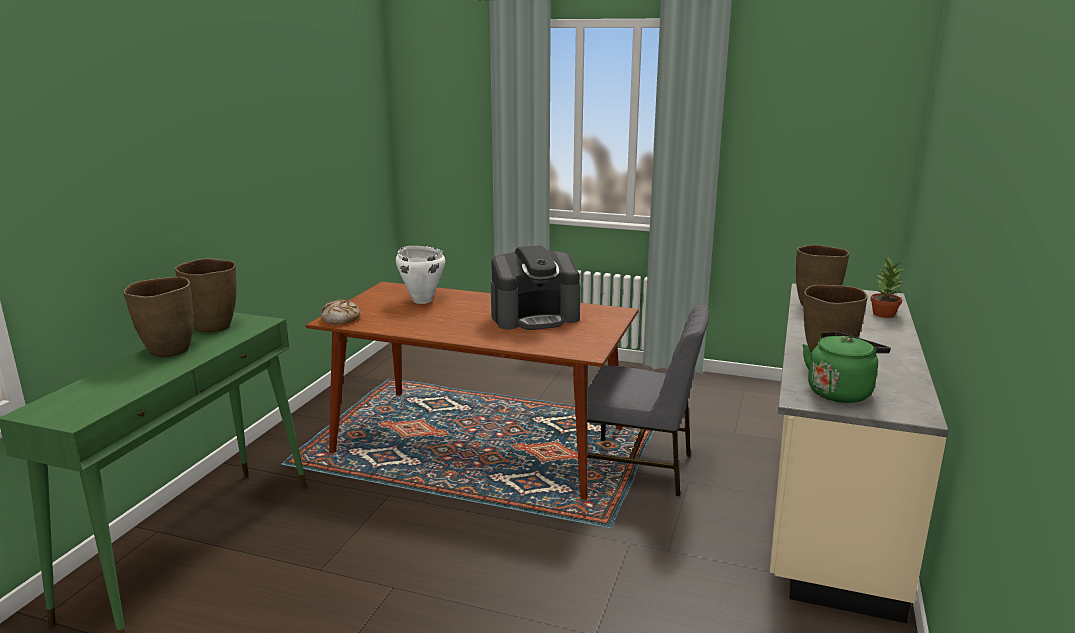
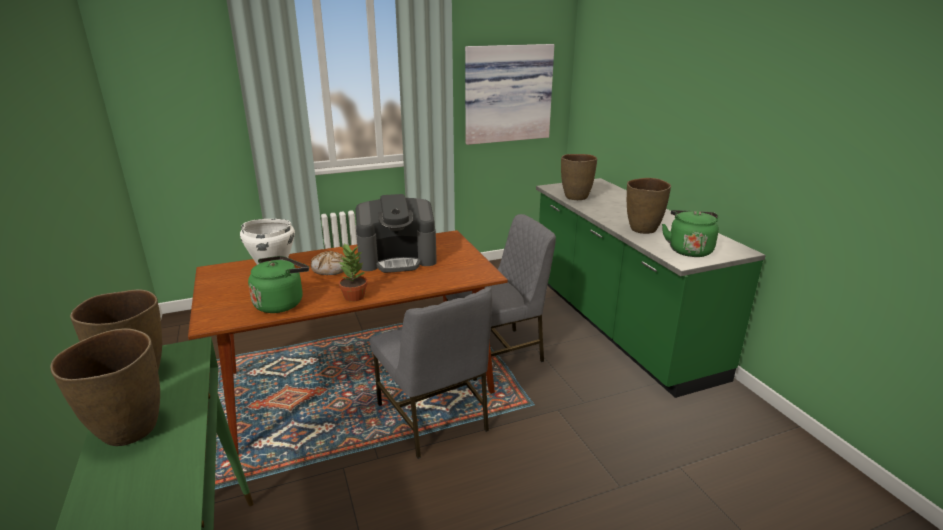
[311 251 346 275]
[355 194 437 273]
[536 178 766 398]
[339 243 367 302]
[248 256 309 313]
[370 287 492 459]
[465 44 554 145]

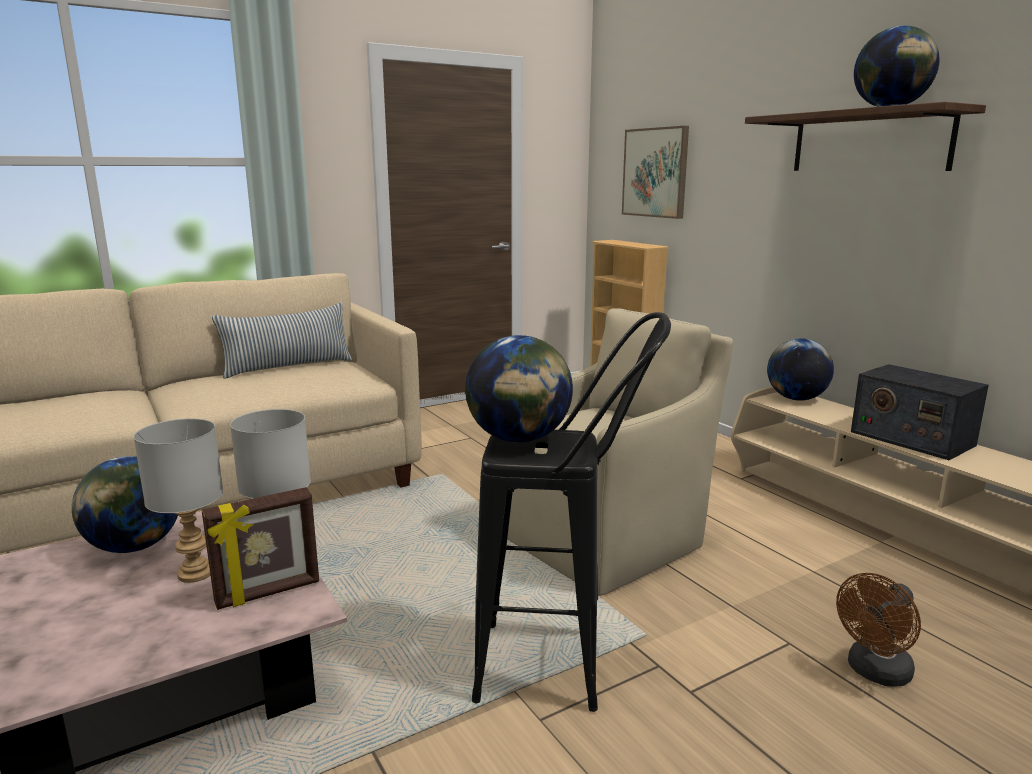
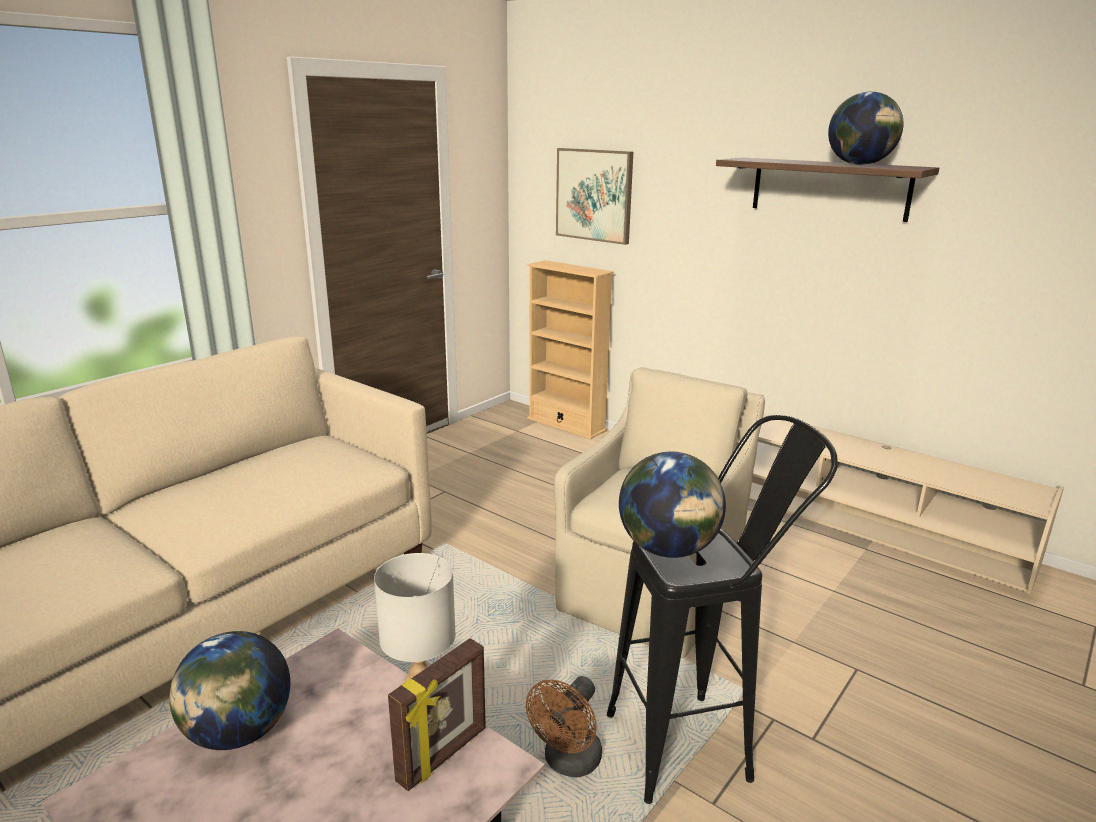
[134 418 223 583] (first image)
[212 303 352 379] (first image)
[767 338 834 401] (first image)
[526 676 602 778]
[851 364 989 460] (first image)

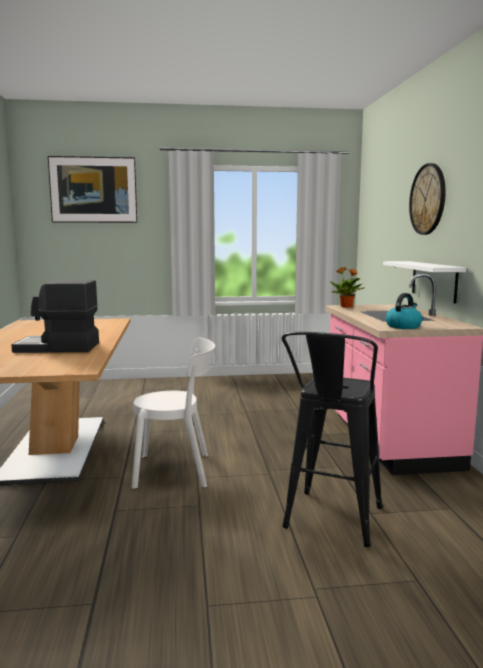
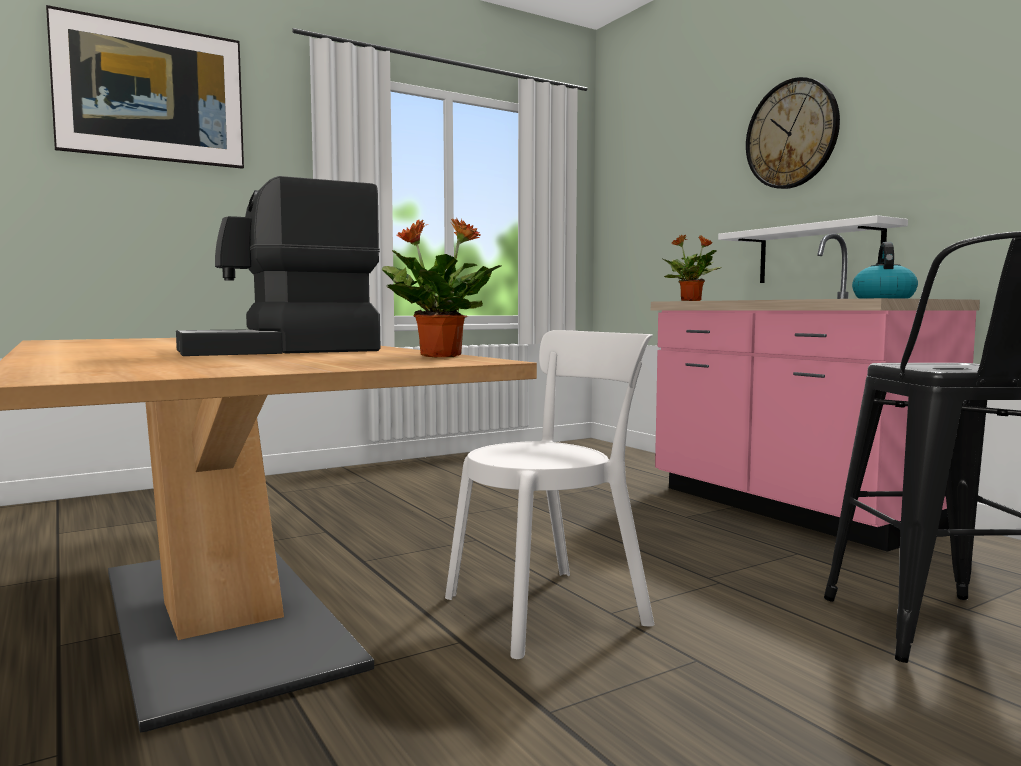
[381 217 501 357]

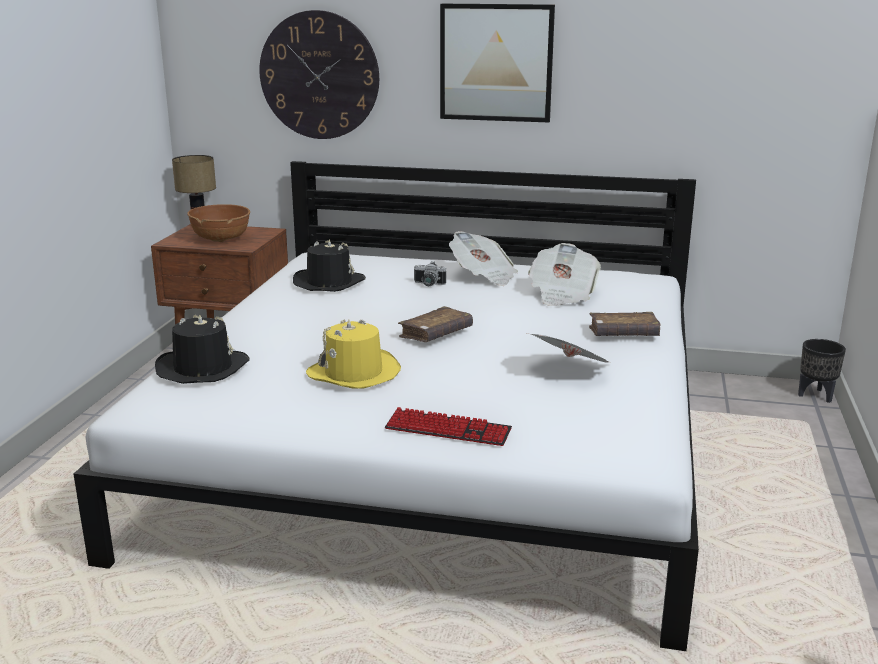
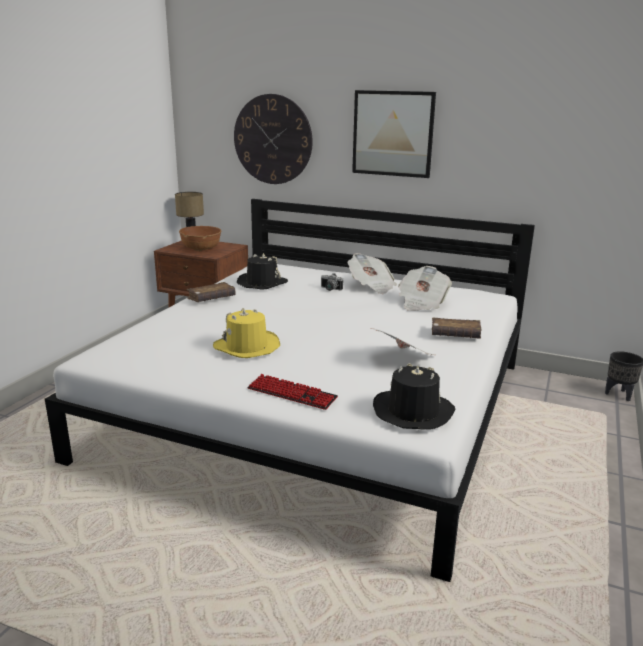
[373 364 455 430]
[186 282 236 302]

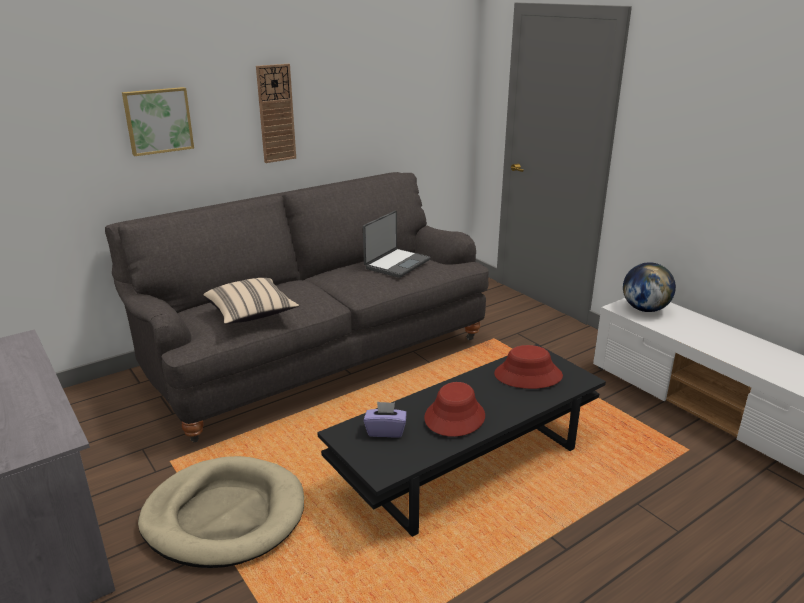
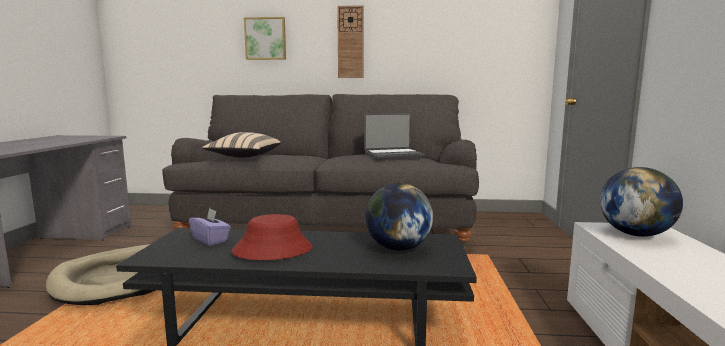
[365 183 433 251]

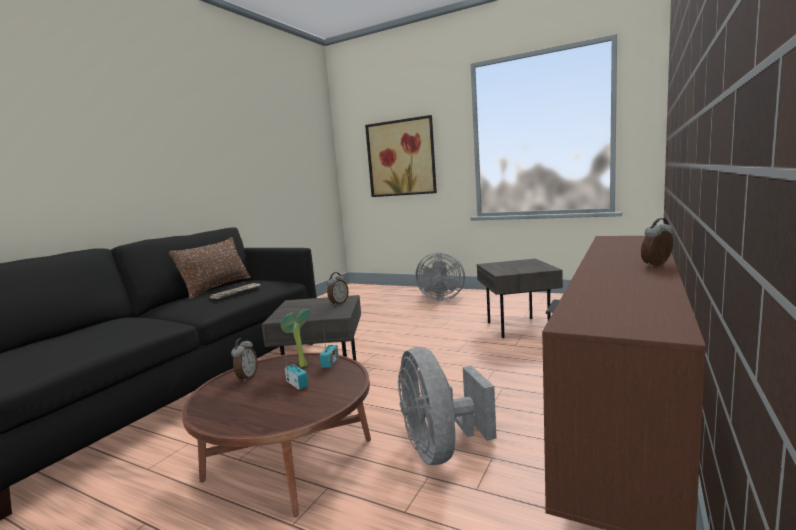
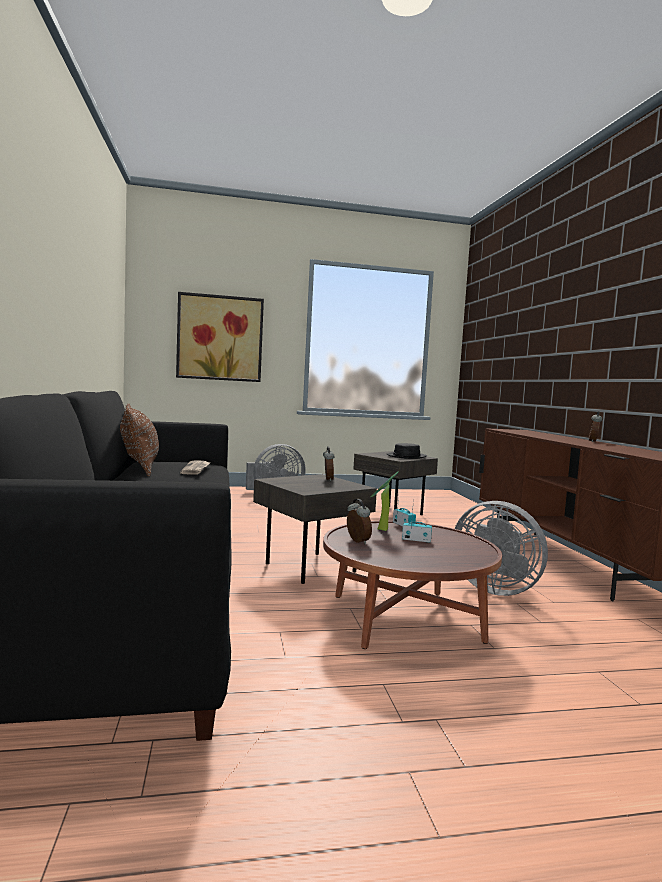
[387 443 427 459]

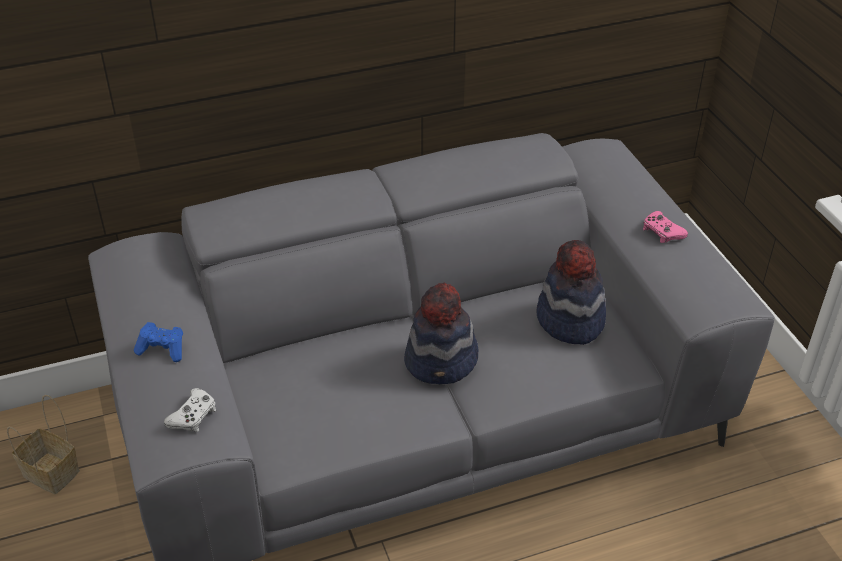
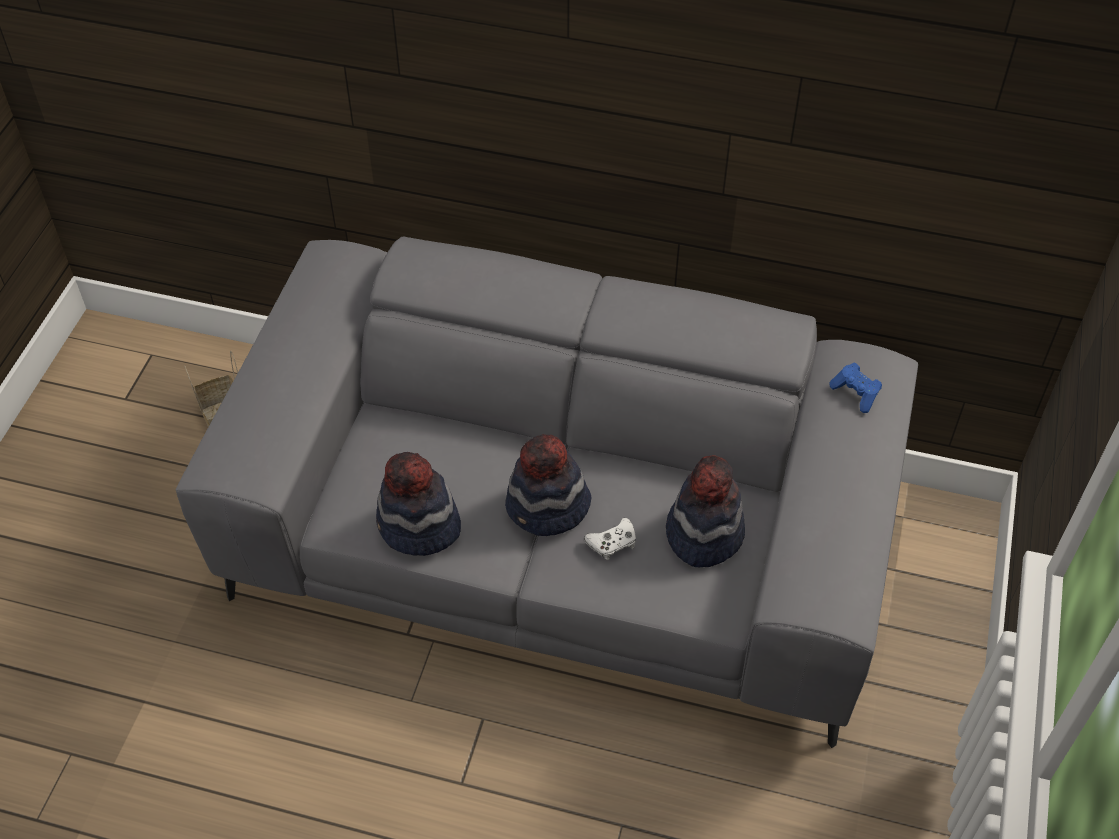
[829 363 882 413]
[584 518 636 560]
[643 211 688 243] (first image)
[376 452 461 556]

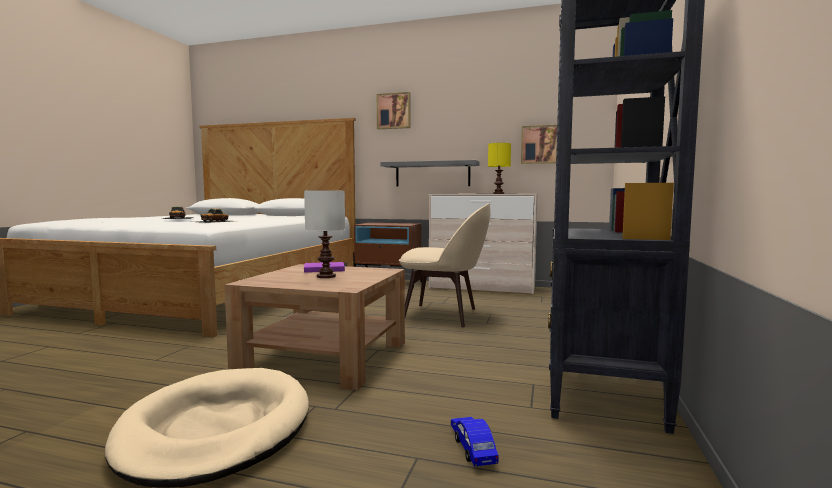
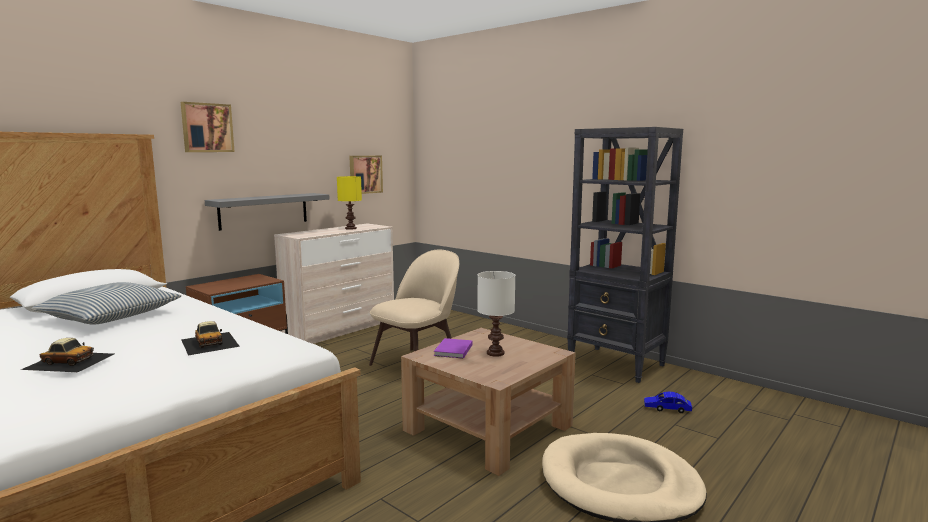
[31 282 181 325]

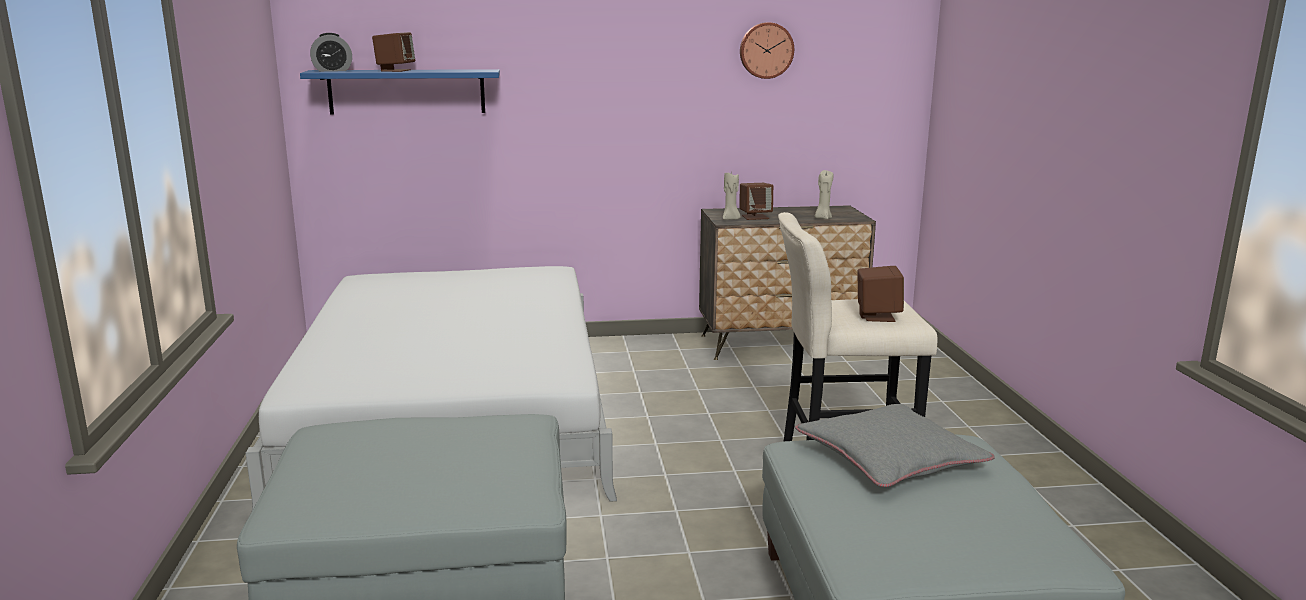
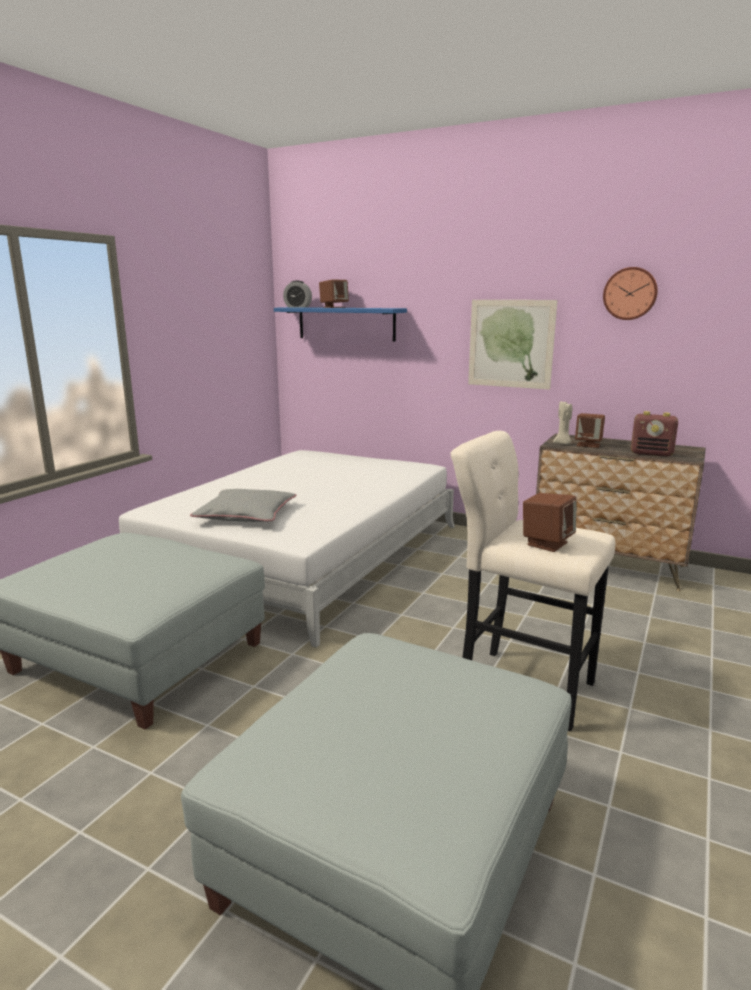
[190 489 296 522]
[631 411 678 457]
[468 300 558 390]

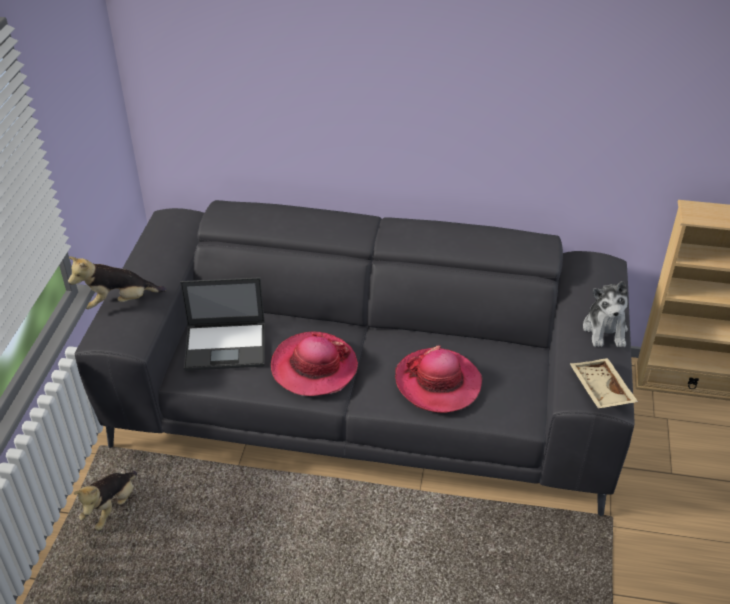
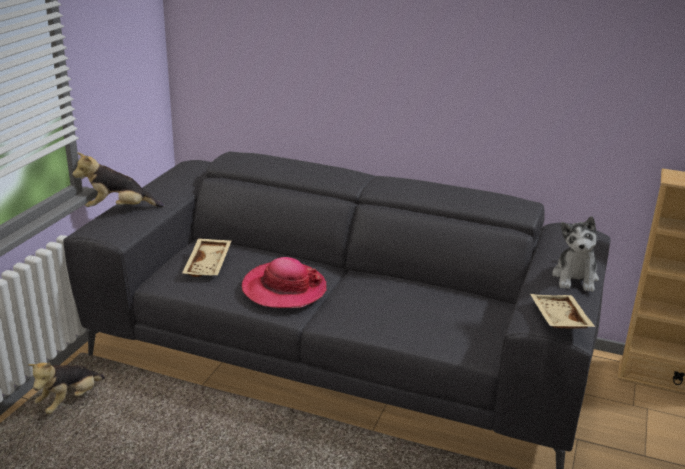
[182 239 231 277]
[395 345 482 413] (first image)

